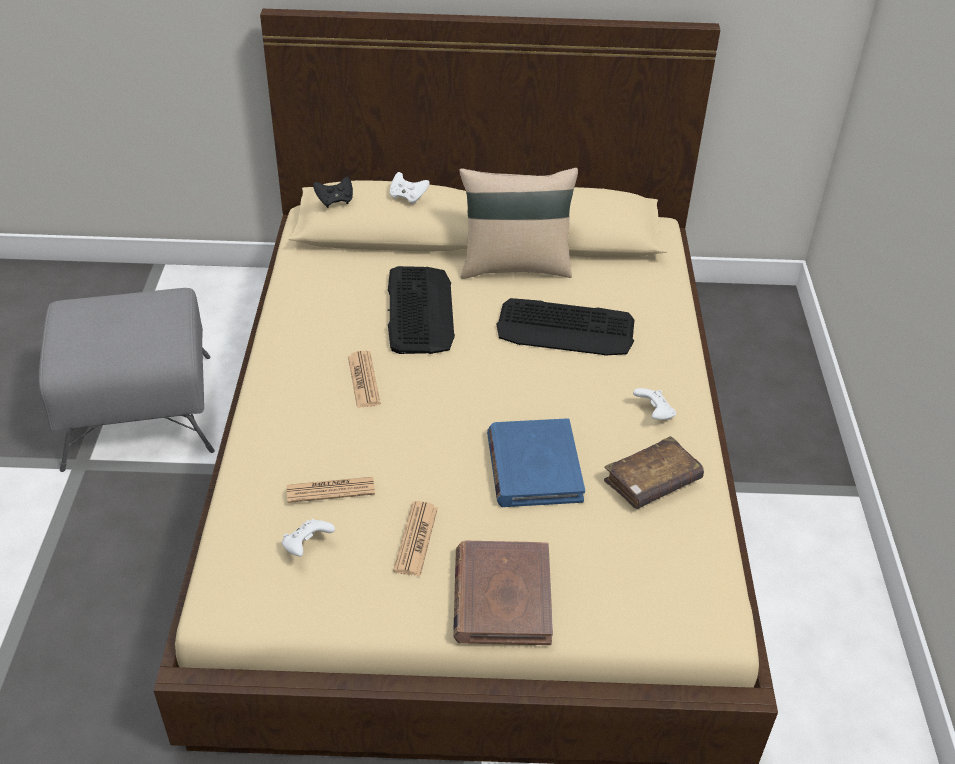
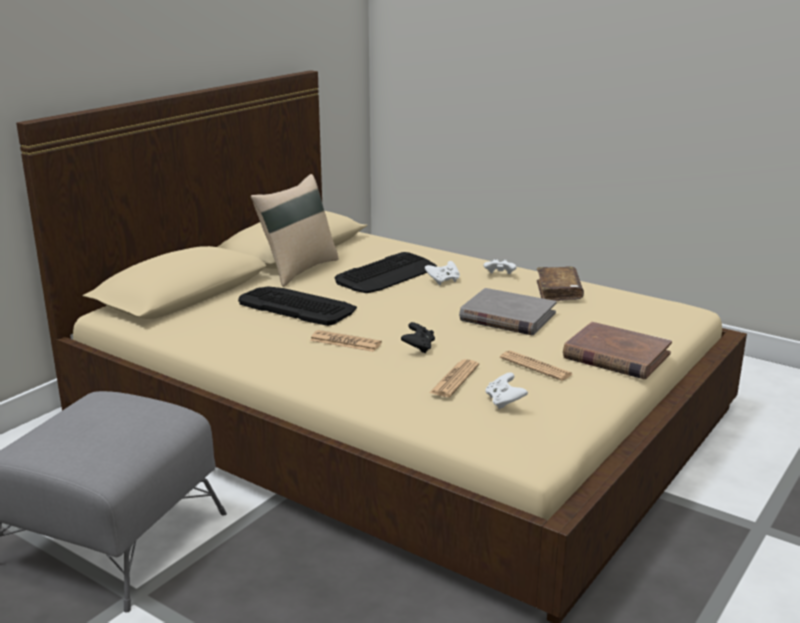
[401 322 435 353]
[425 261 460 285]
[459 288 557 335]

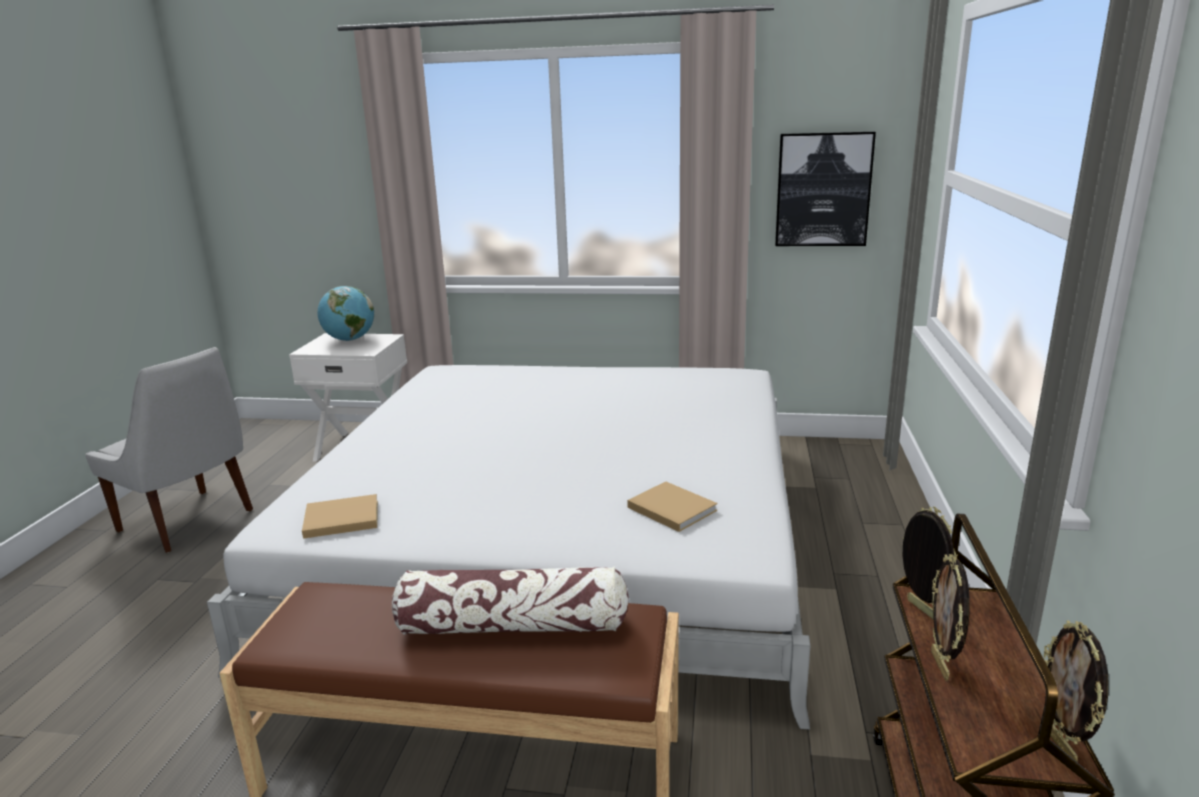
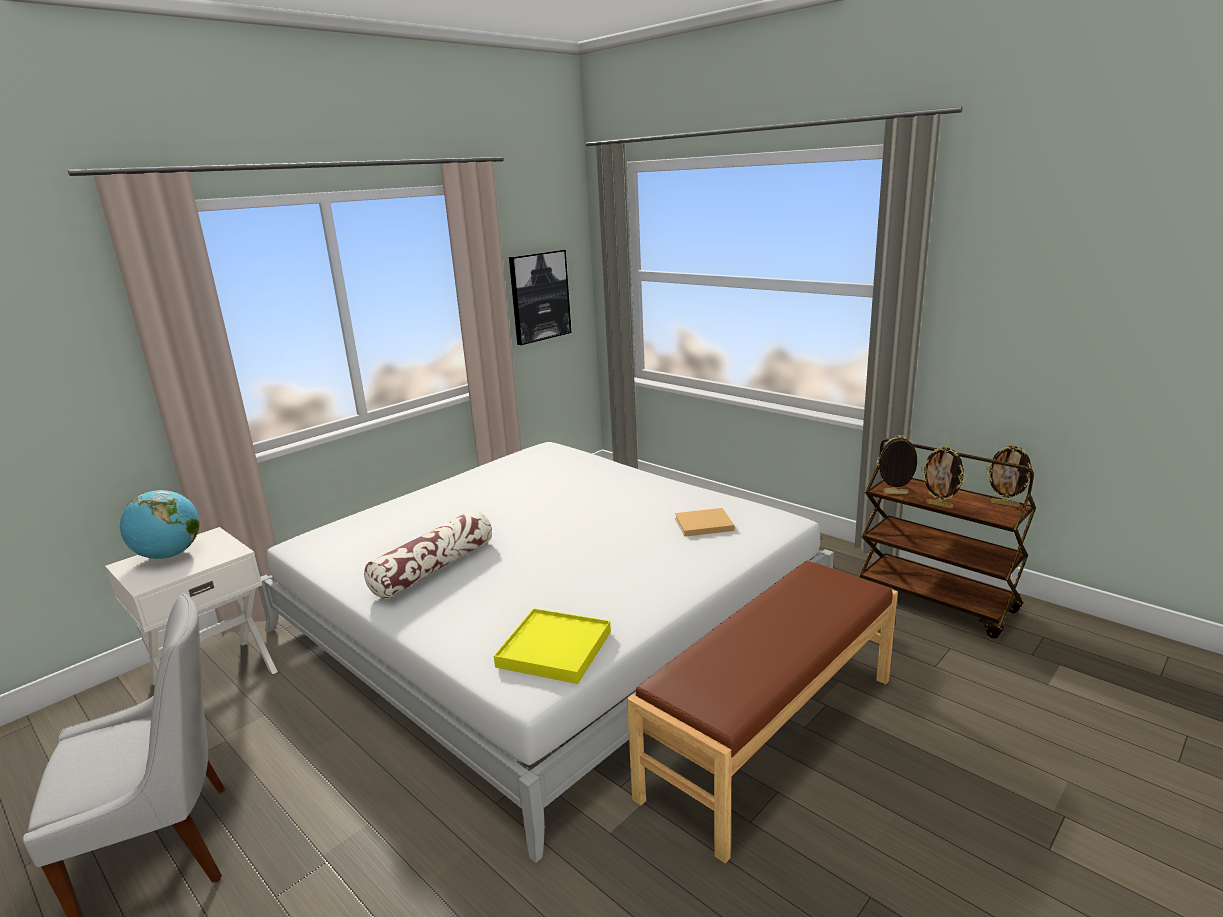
[494 608 611 684]
[364 510 492 599]

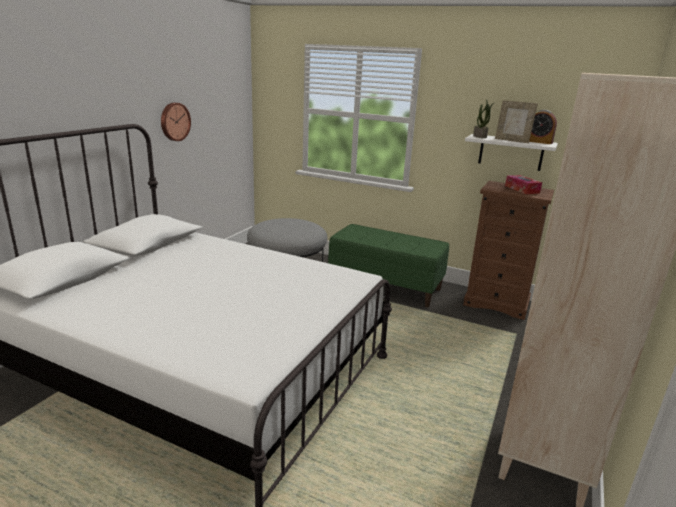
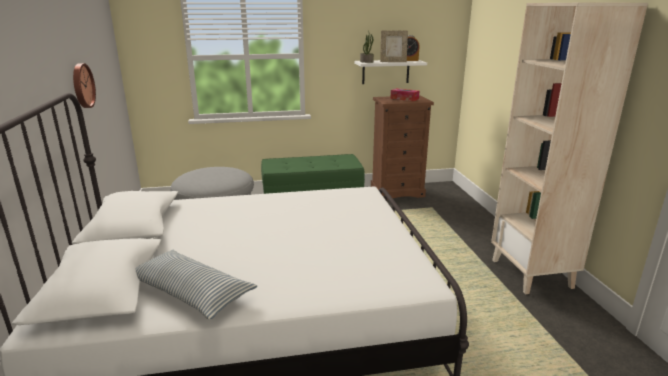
[135 250 257 320]

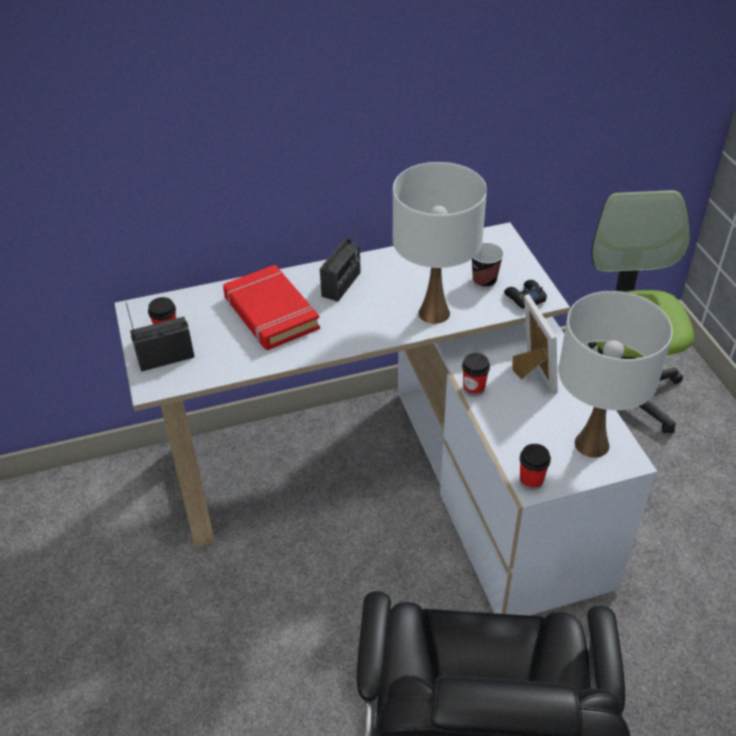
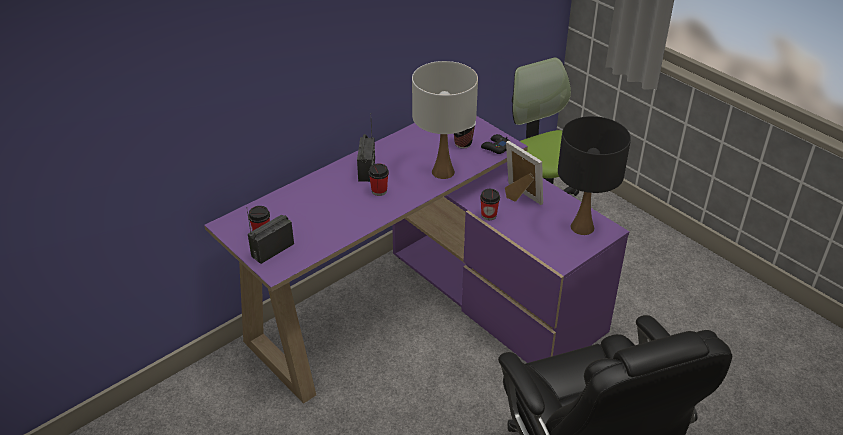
[204 116 629 404]
[223 265 320 350] (first image)
[369 163 389 196]
[558 116 631 235]

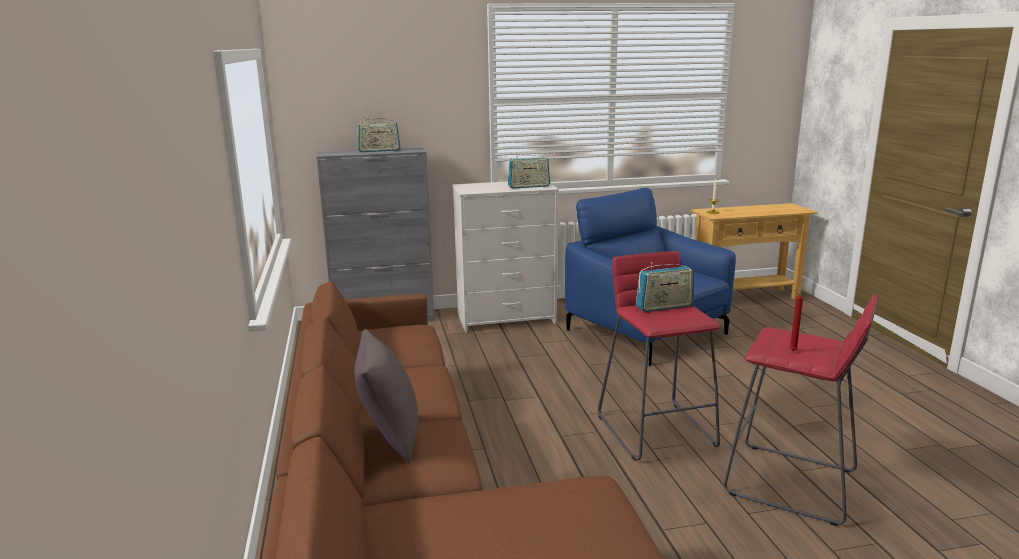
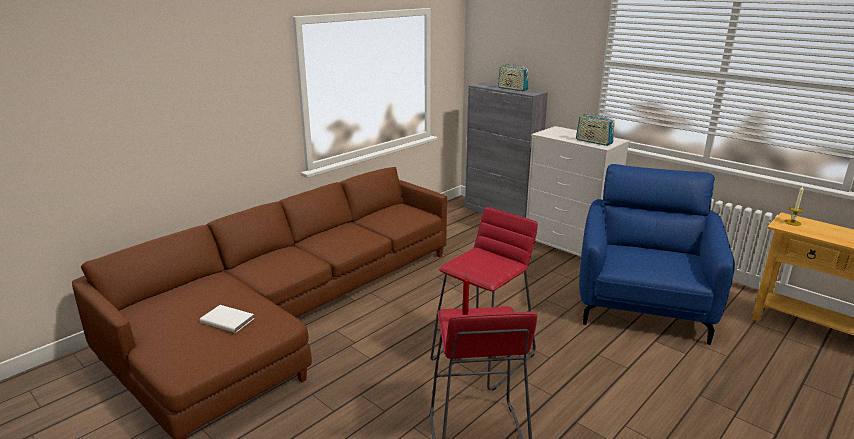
[354 329 418 464] (first image)
[636 262 694 312] (first image)
[200 305 255 333]

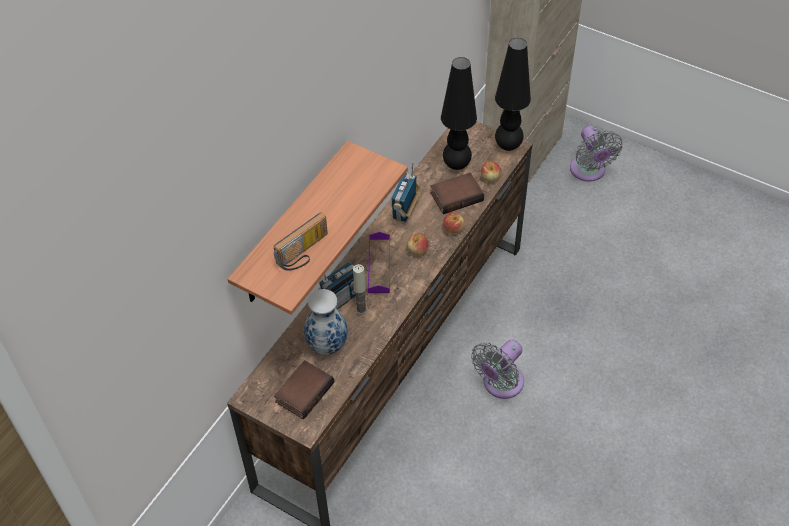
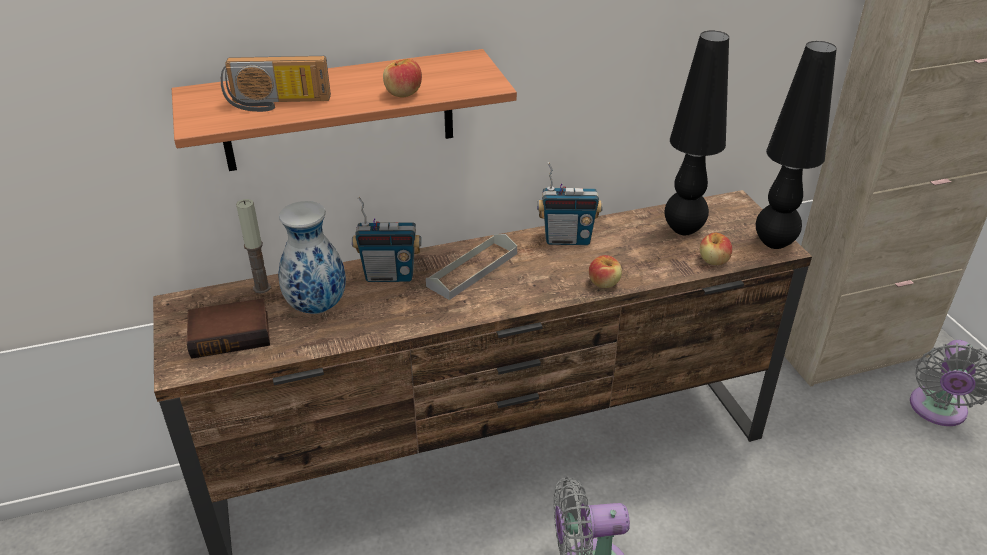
[236 199 271 293]
[426 234 517 300]
[537 162 603 245]
[383 59 422 97]
[431 173 484 214] (first image)

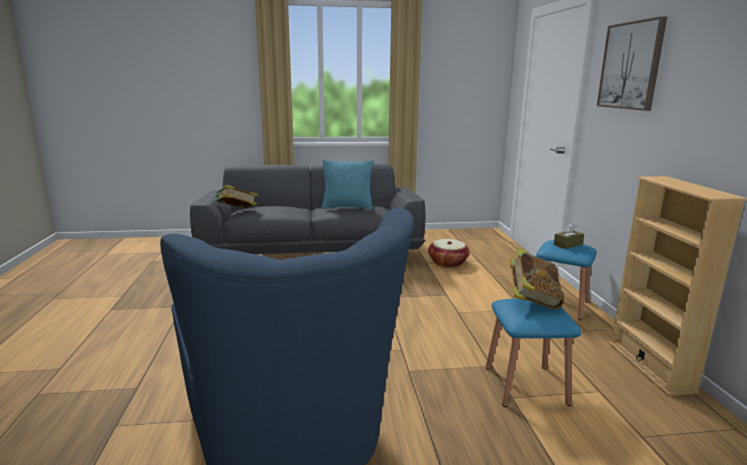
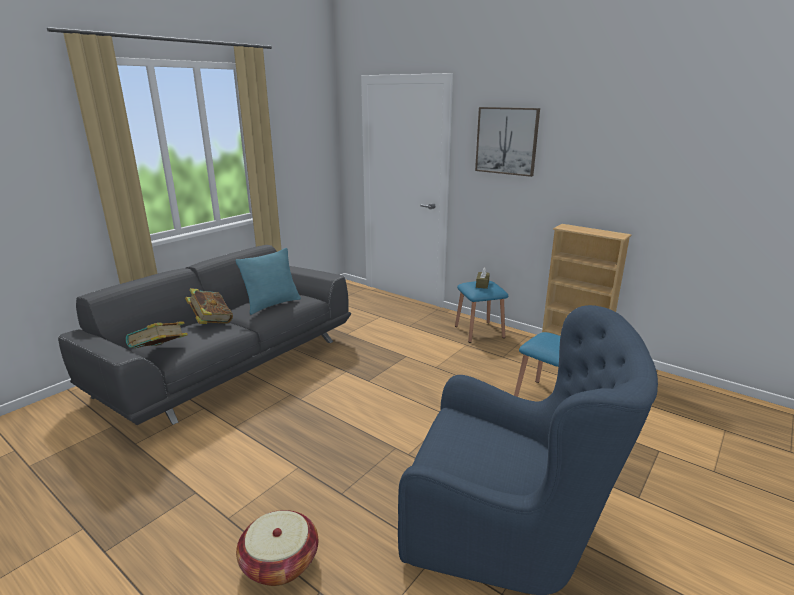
[236 510 318 586]
[185 288 233 324]

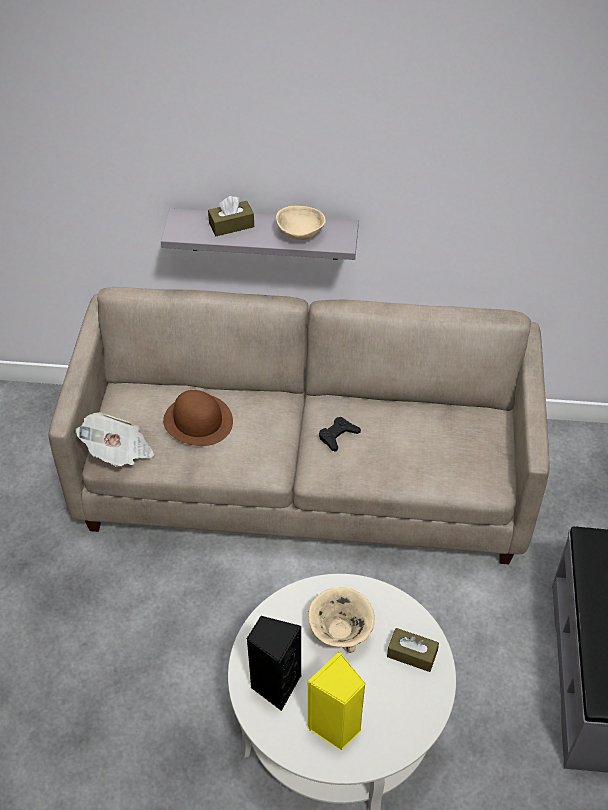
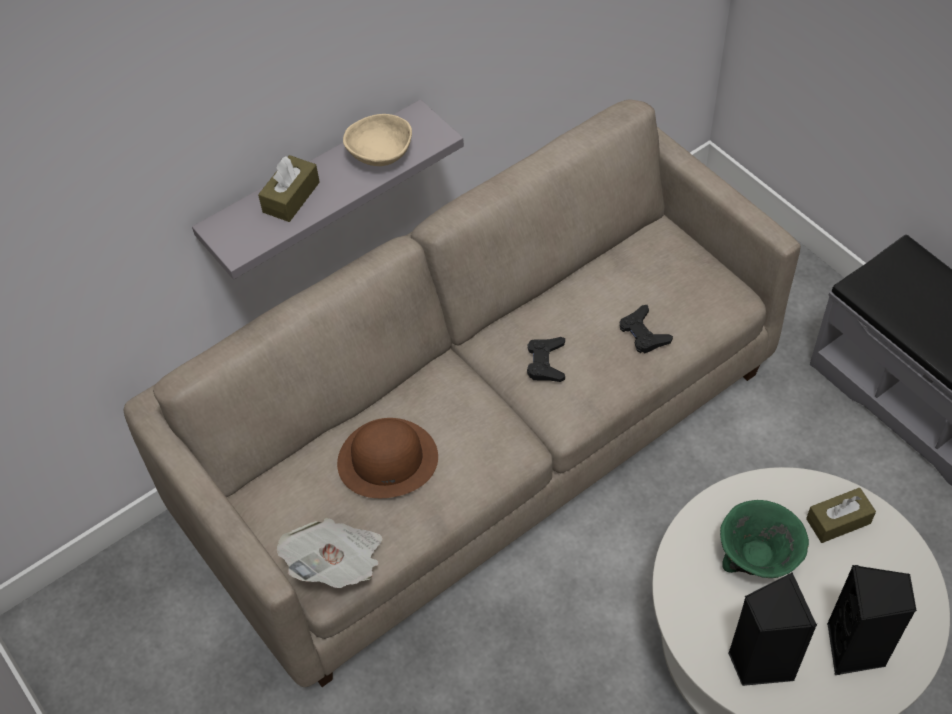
[827 565 917 675]
[720 500 809 578]
[620 305 673 353]

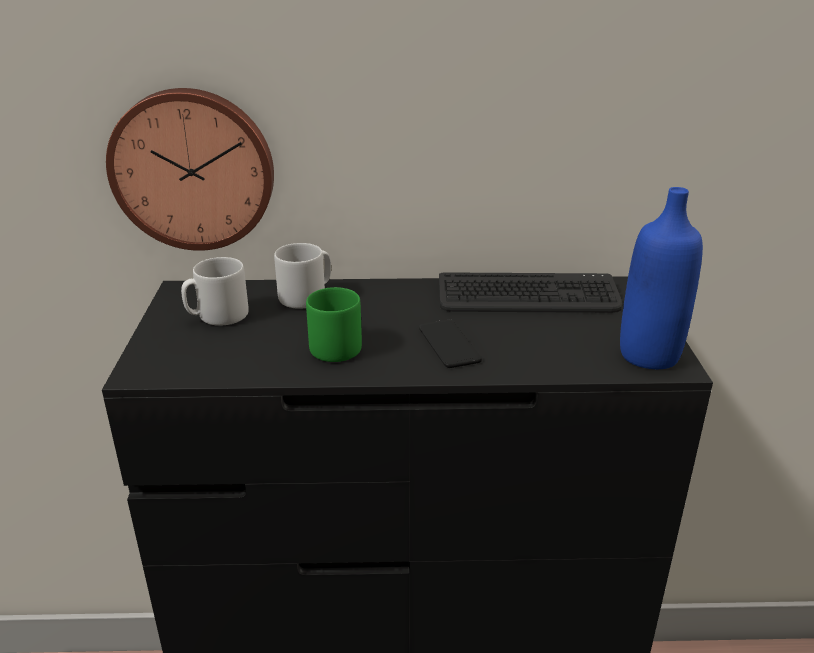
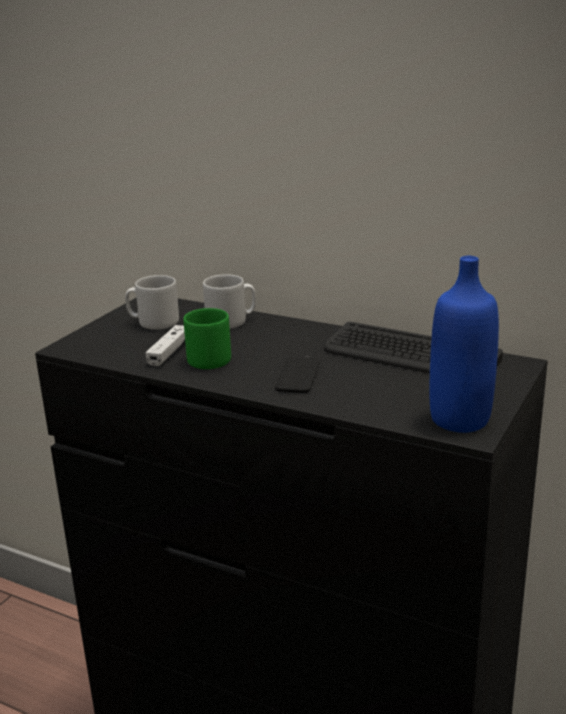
[106 88 274 251] (first image)
[145 325 185 366]

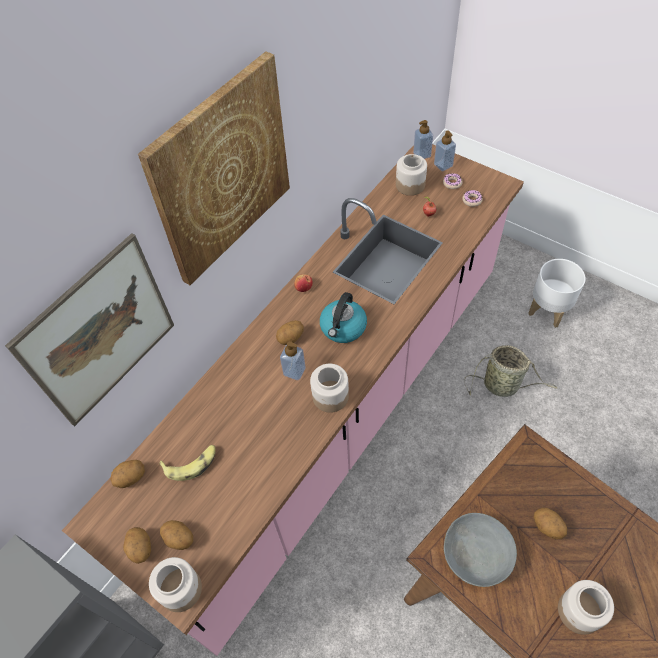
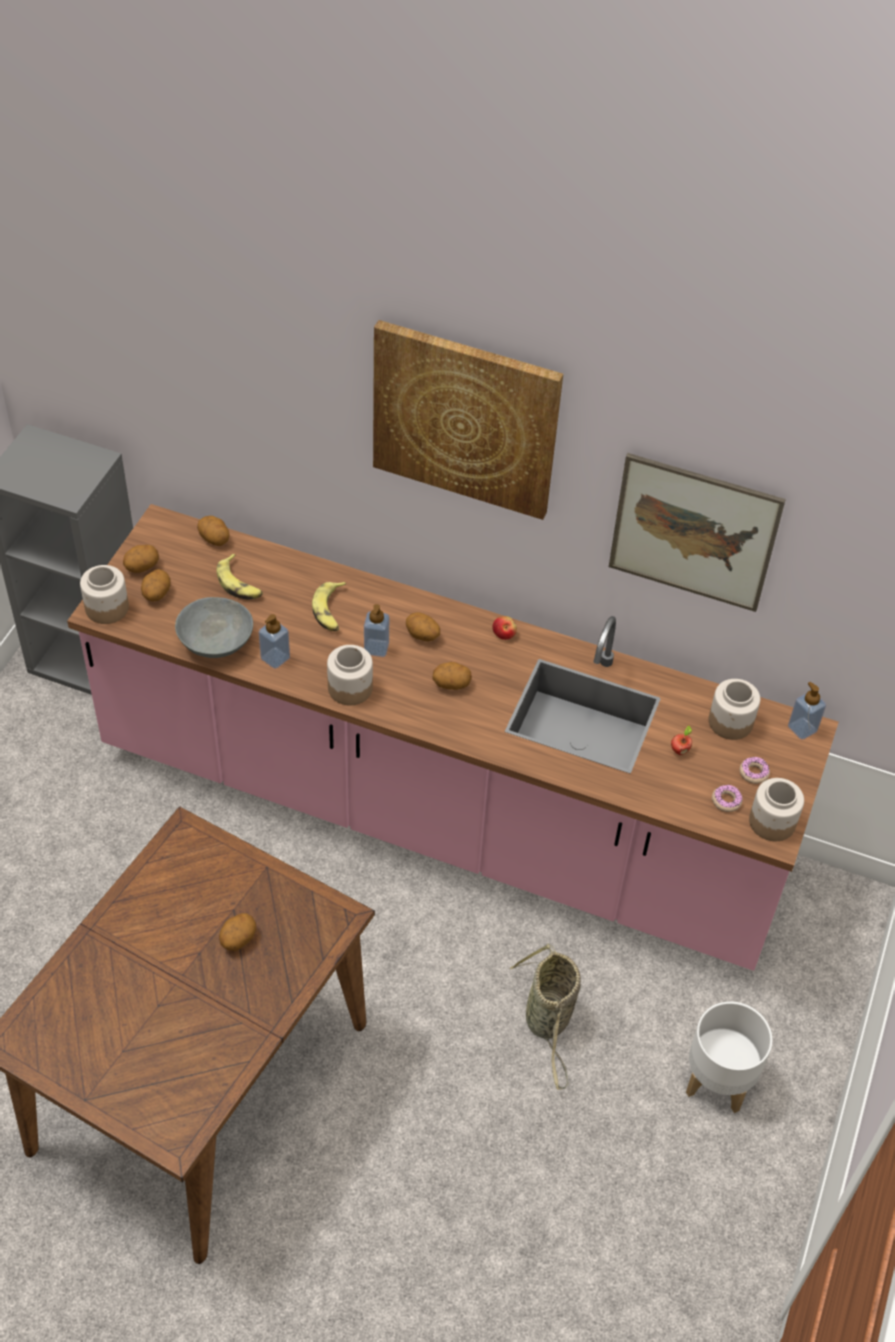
[609 453 786 612]
[432 662 472 690]
[259 614 290 669]
[175 597 253 658]
[749 778 804 841]
[312 582 346 631]

